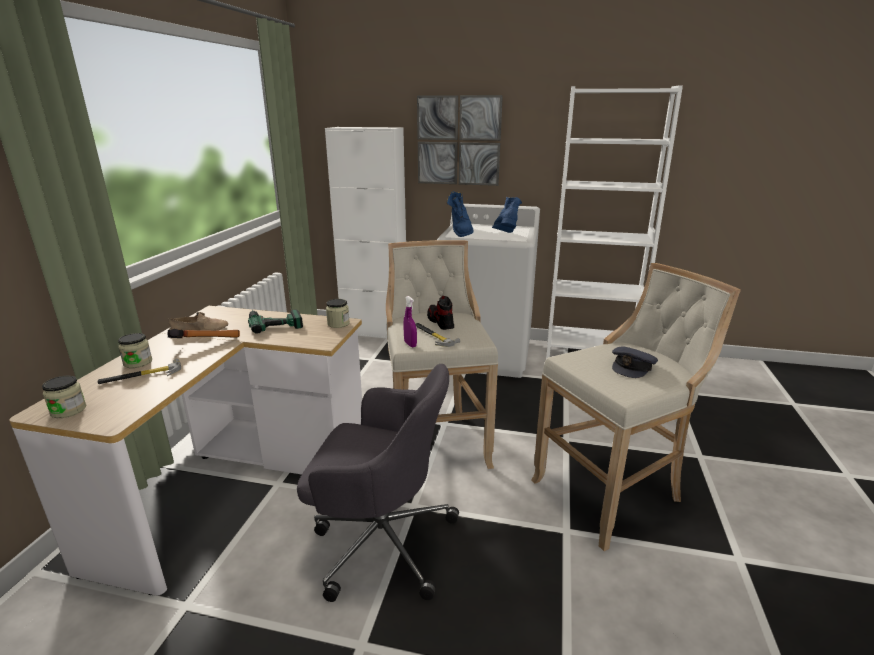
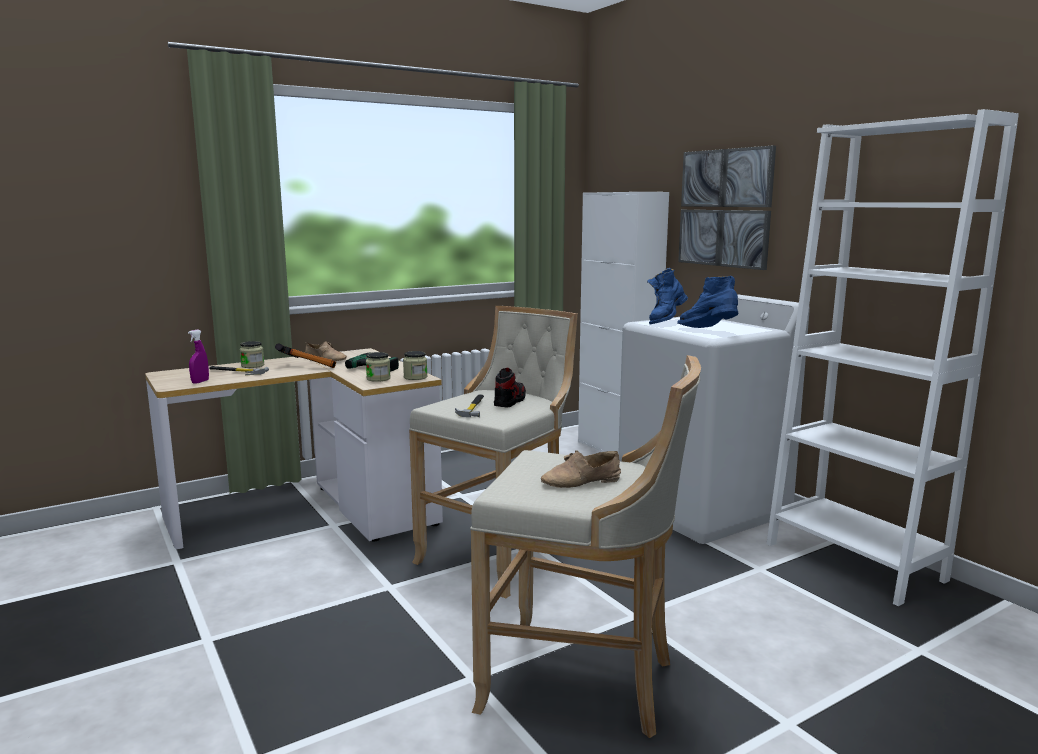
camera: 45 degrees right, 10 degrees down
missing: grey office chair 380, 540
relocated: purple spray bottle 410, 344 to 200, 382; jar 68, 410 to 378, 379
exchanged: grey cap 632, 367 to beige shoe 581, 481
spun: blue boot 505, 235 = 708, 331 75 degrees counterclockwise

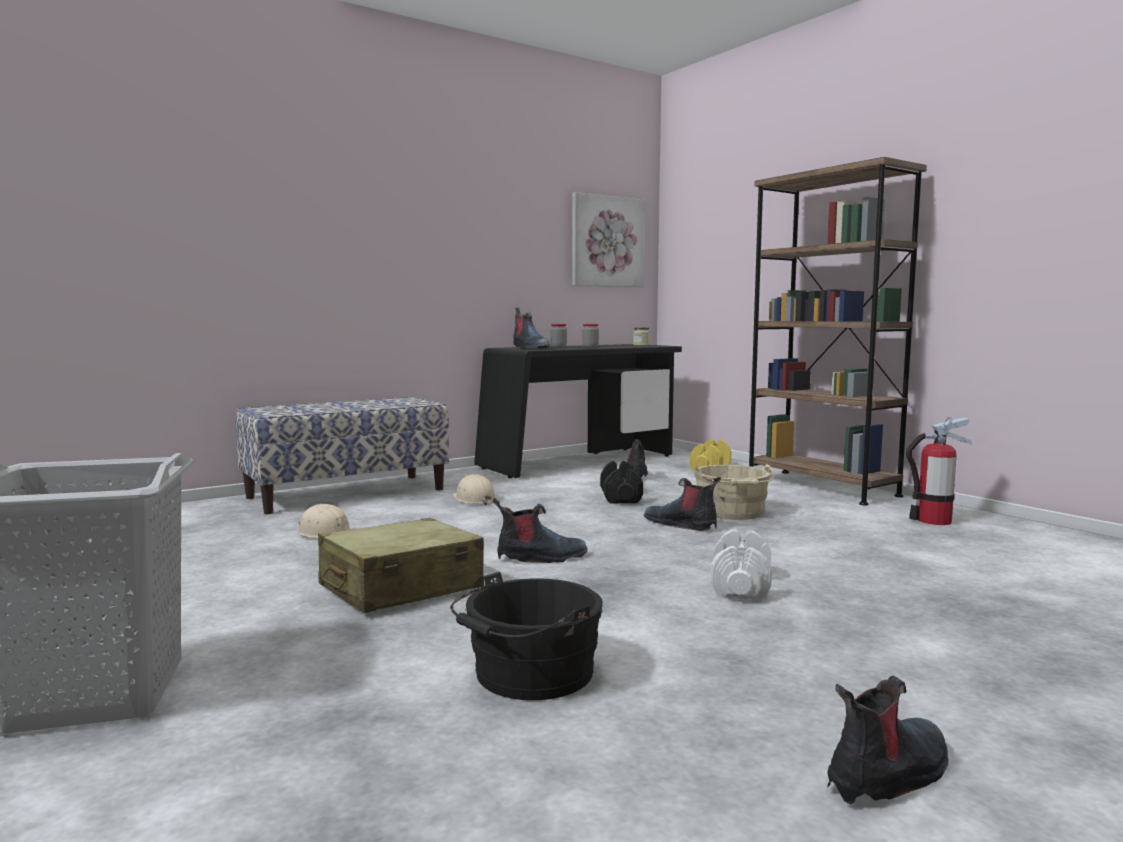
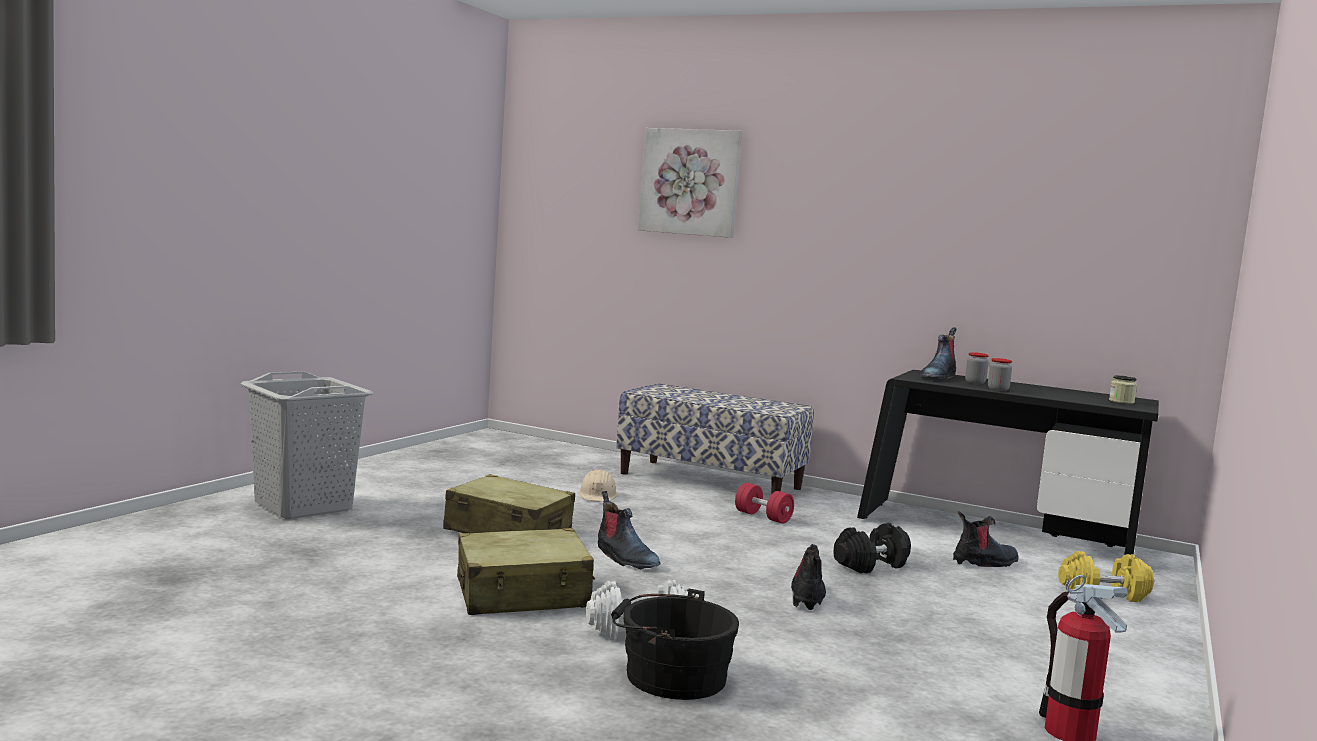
camera: 60 degrees right, 0 degrees up
missing: beige bucket 732, 512; brown bookcase 821, 487; boot 889, 775
appeared: beige suitcase 523, 594
relocated: black bucket 528, 674 to 669, 676; picture 607, 242 to 690, 182
exchanged: beige hard hat 474, 499 to red dumbbell 763, 517

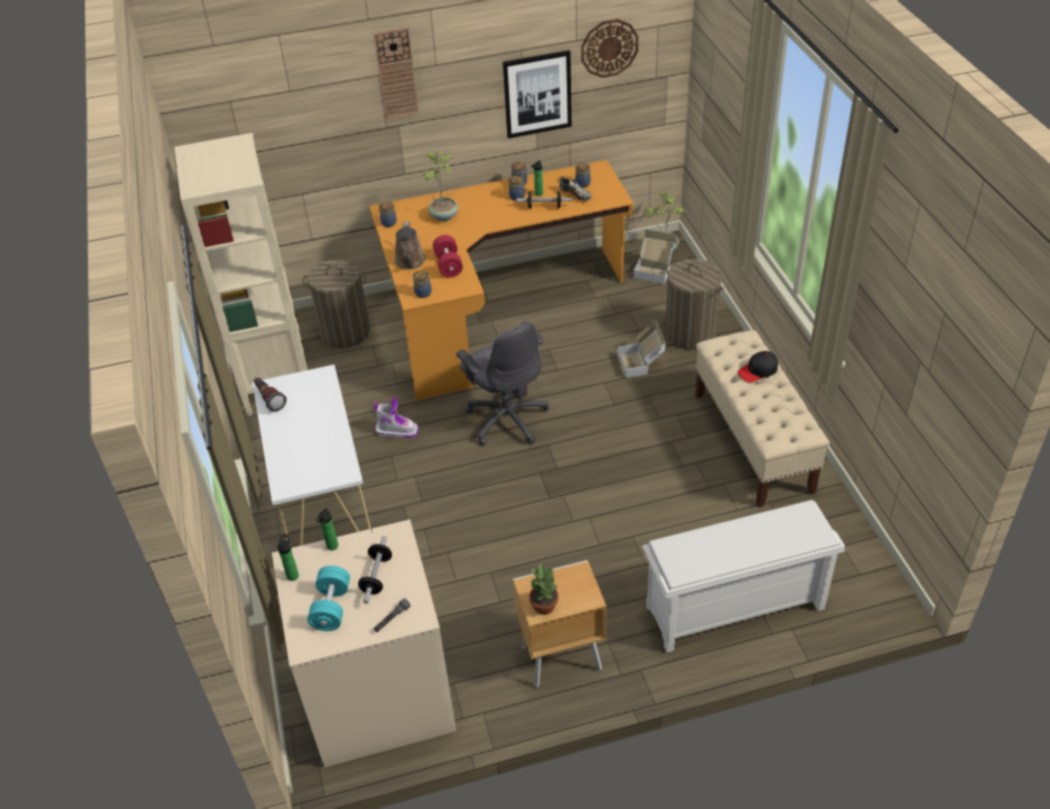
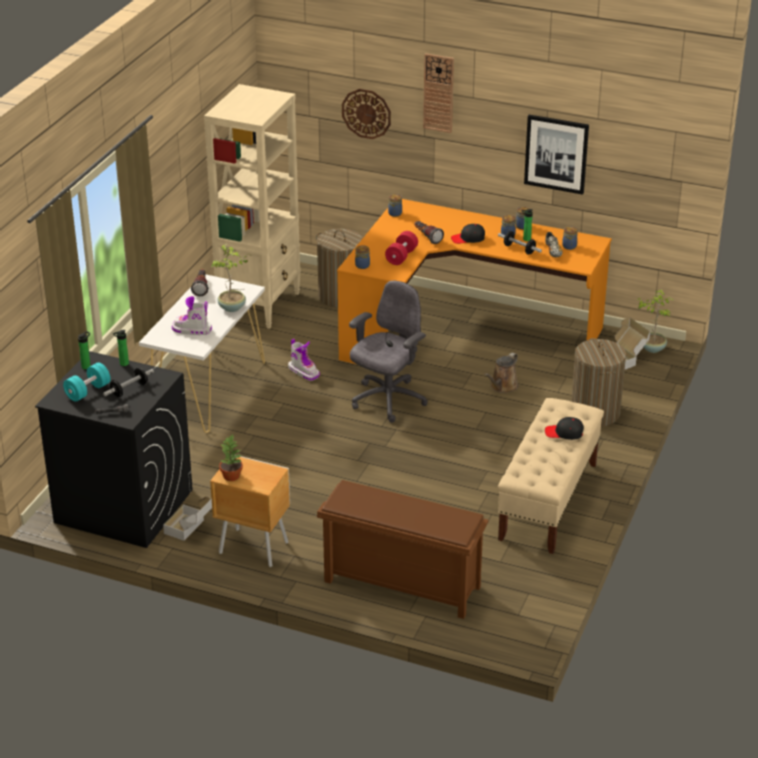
camera: 35 degrees right, 10 degrees down
appeared: boot 192, 330; flashlight 426, 237; black cap 468, 239
relocated: cardboard box 641, 363 to 192, 530; potted plant 445, 216 to 232, 308; wall clock 609, 48 to 366, 113; brown watering can 410, 262 to 502, 387
colour: beige washing machine 378, 696 to black washing machine 123, 506; white shoe rack 733, 609 to brown shoe rack 400, 584
spun: grey office chair 507, 418 = 387, 400 150 degrees counterclockwise

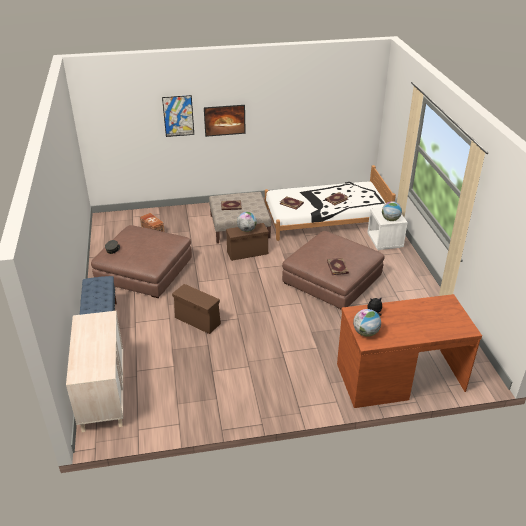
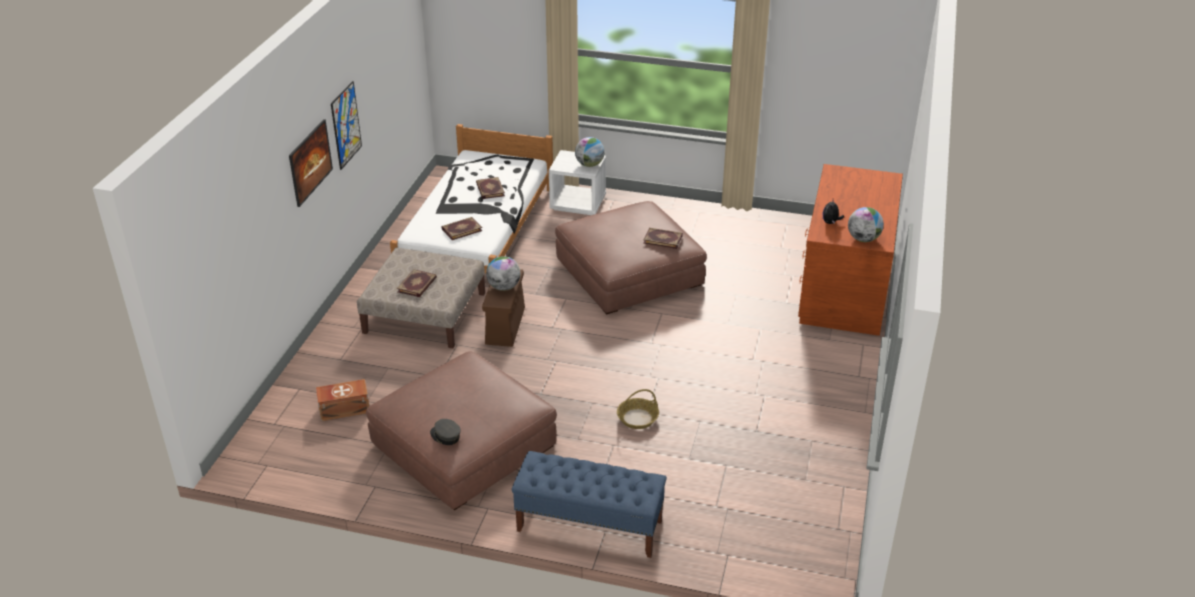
camera: 65 degrees left, 0 degrees up
missing: beige dresser 103, 393
relocated: picture 178, 116 to 346, 125
exchanged: brown storage box 197, 320 to basket 637, 418

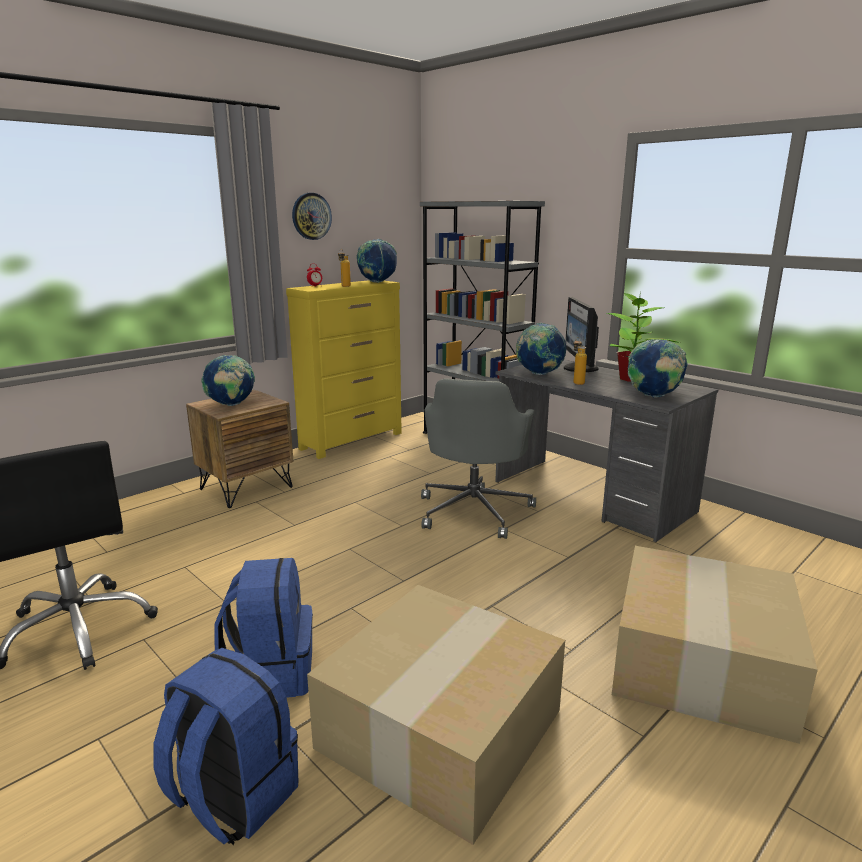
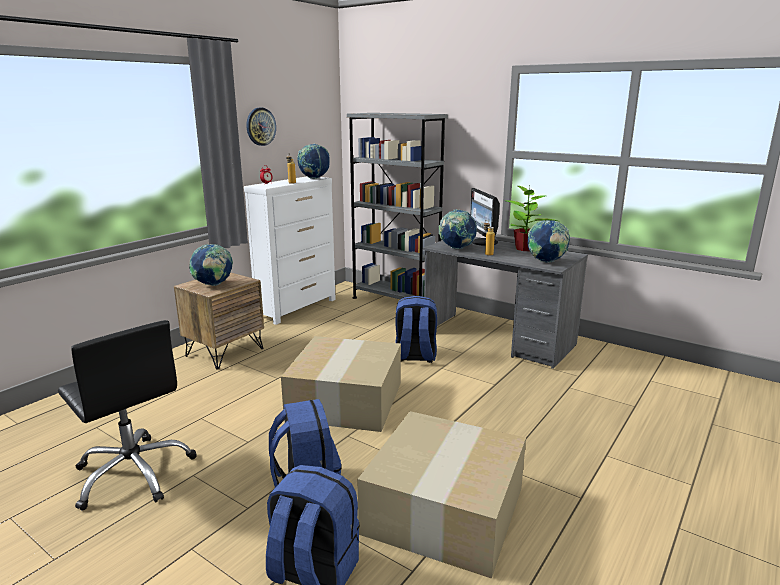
camera: 10 degrees left, 0 degrees up
relocated: cardboard box 698, 661 to 344, 399
exchanged: grey office chair 474, 510 to blue backpack 415, 356
colour: yellow dresser 352, 441 to white dresser 298, 308

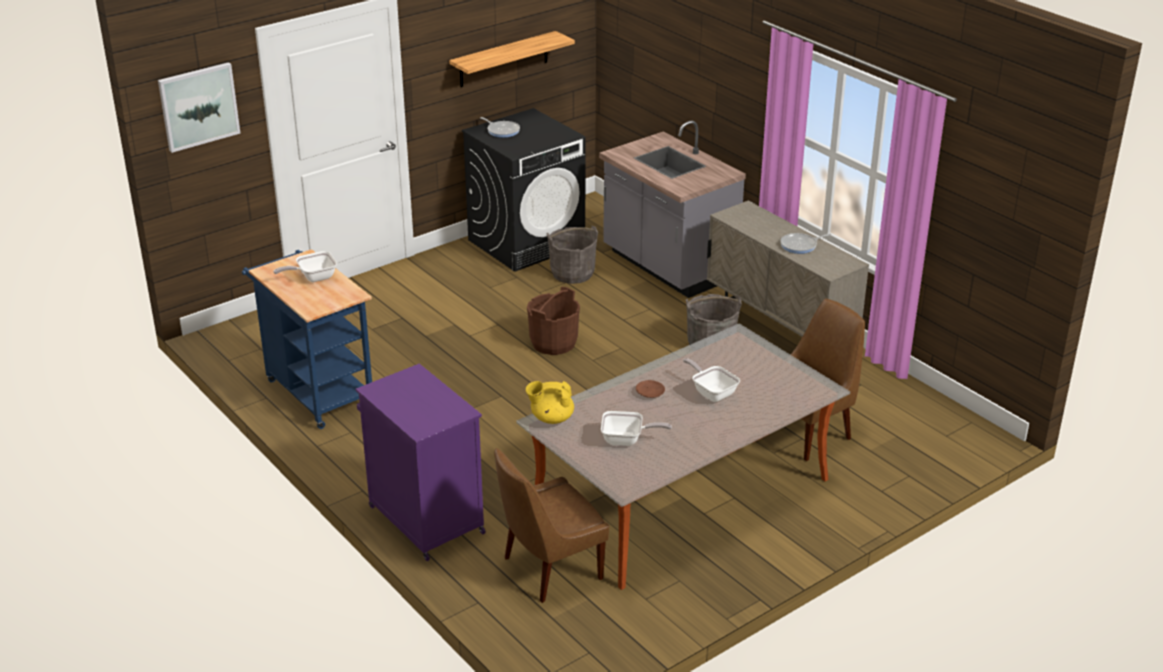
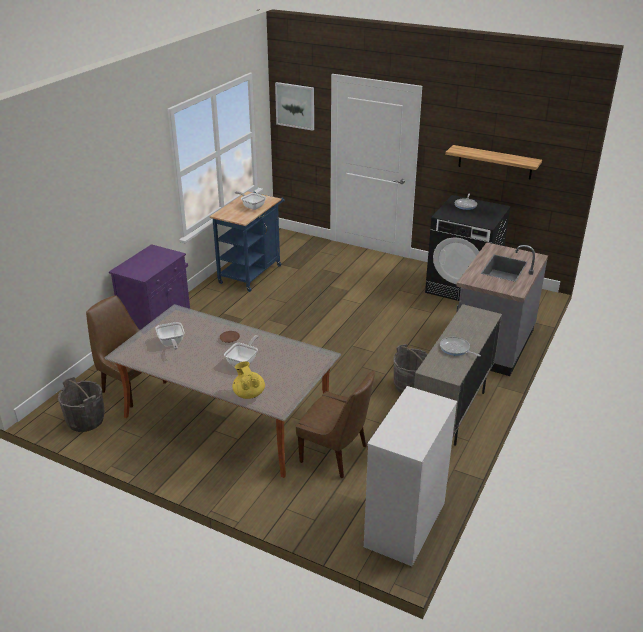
camera: 65 degrees right, 0 degrees up
missing: brown bucket 553, 343
appeared: white dresser 405, 525
relocated: grey bucket 572, 273 to 86, 420; yellow teapot 551, 418 to 249, 393

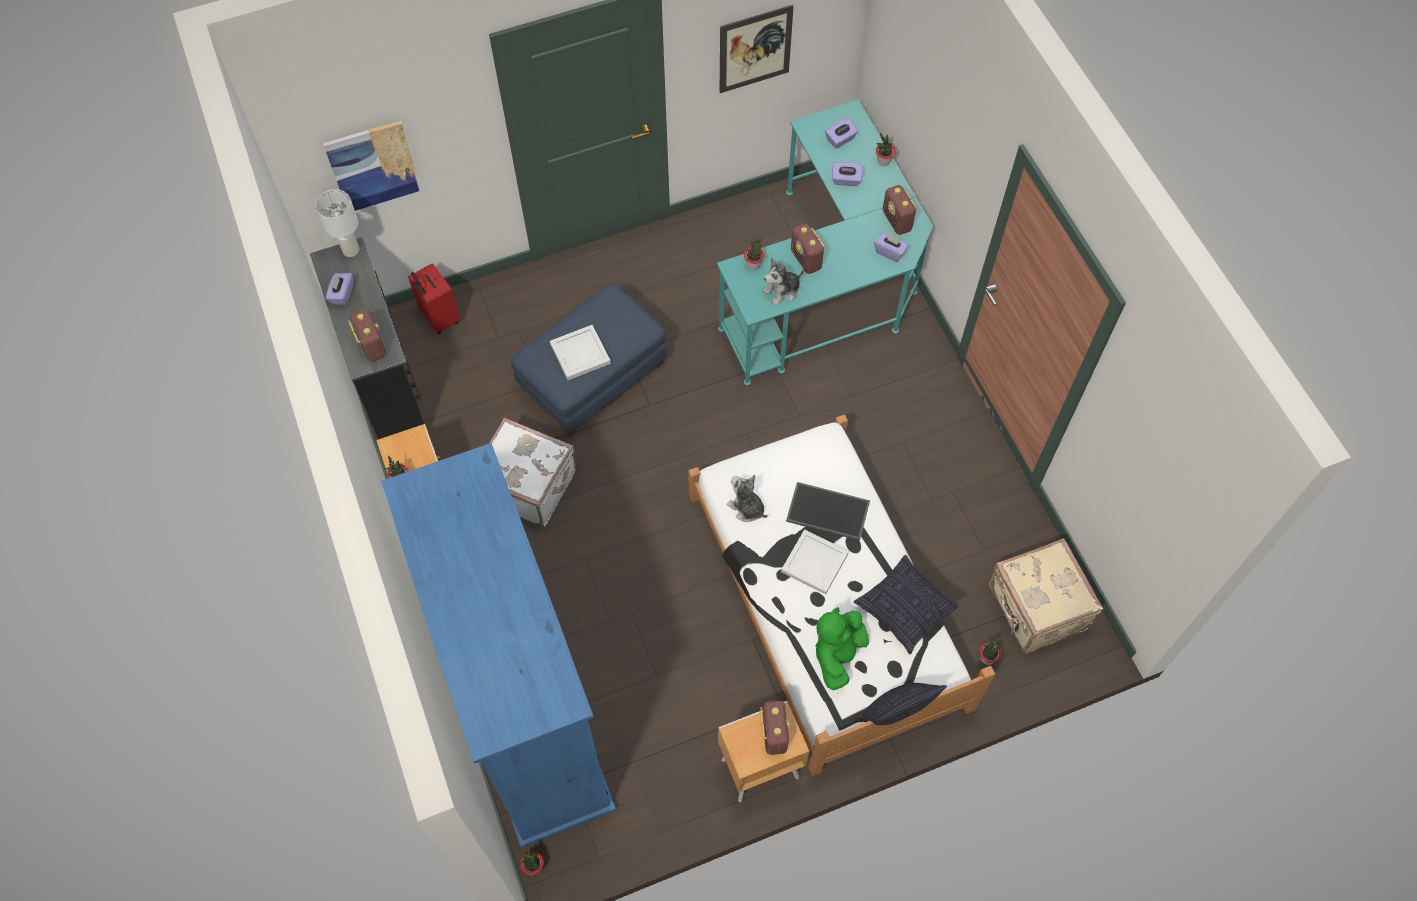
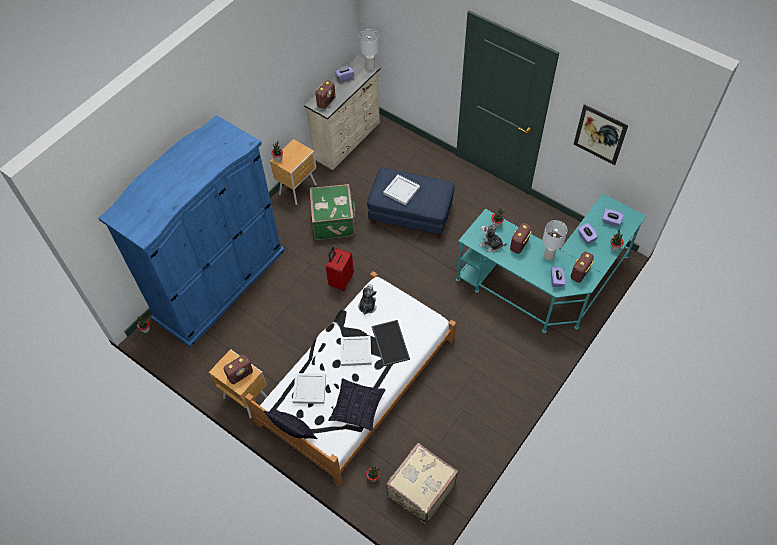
camera: 60 degrees right, 5 degrees down
missing: picture 373, 166
appeared: white table lamp 549, 256
relocated: red suitcase 439, 318 to 340, 280
exchanged: green plush toy 838, 654 to white tray 310, 388
colour: black dresser 388, 383 to beige dresser 348, 140; white suitcase 528, 484 to green suitcase 334, 221

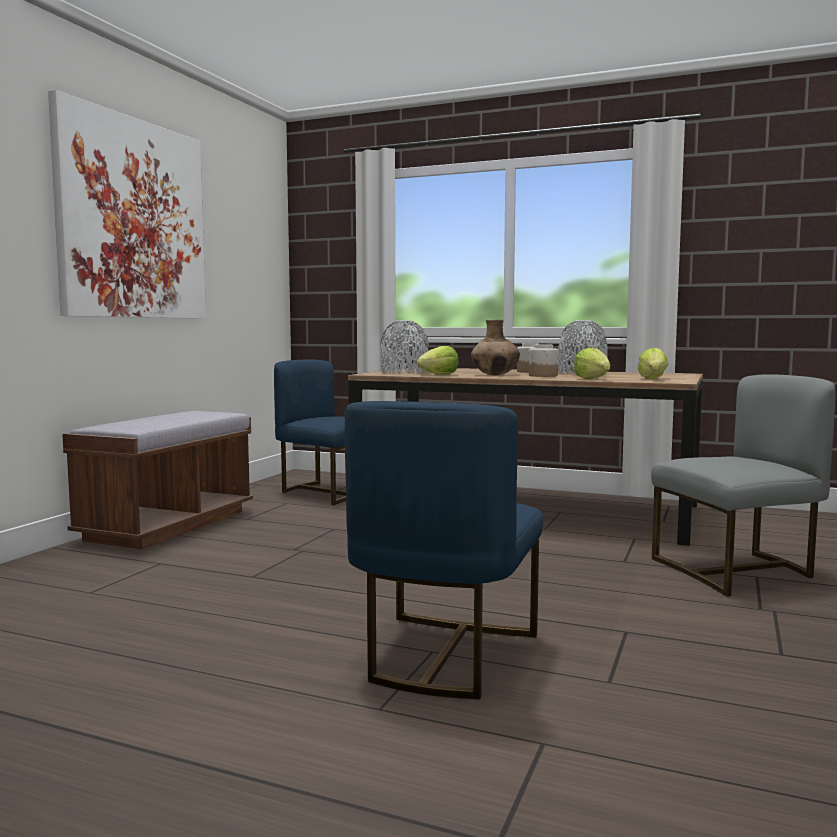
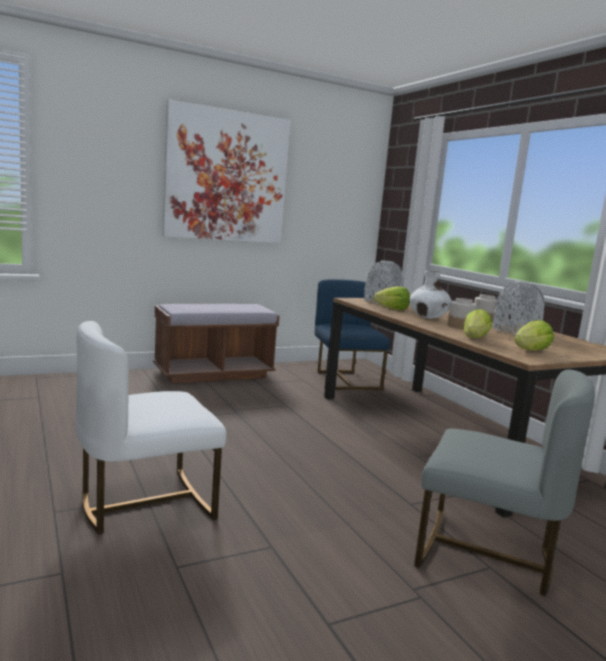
camera: 40 degrees right, 5 degrees up
colour: blue chair 445, 655 to white chair 145, 503; brown vase 495, 375 to white vase 428, 318

